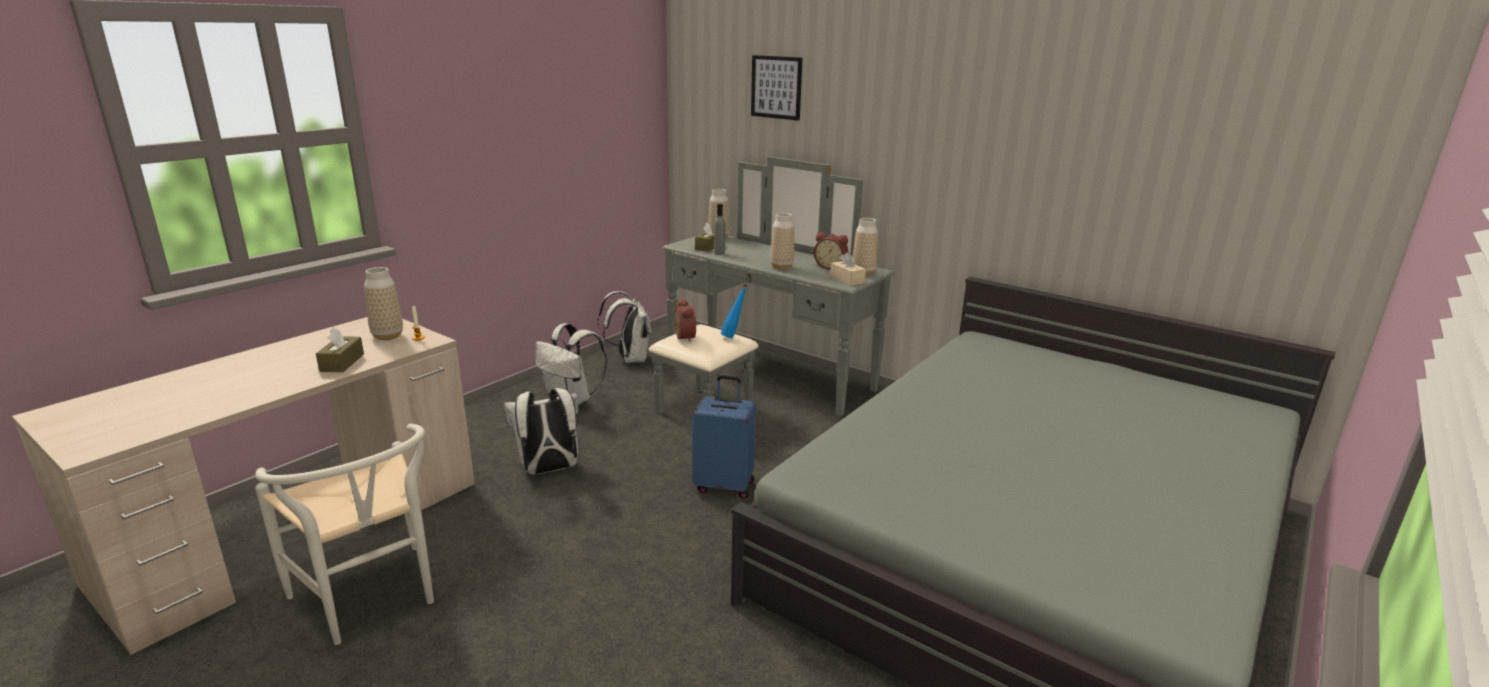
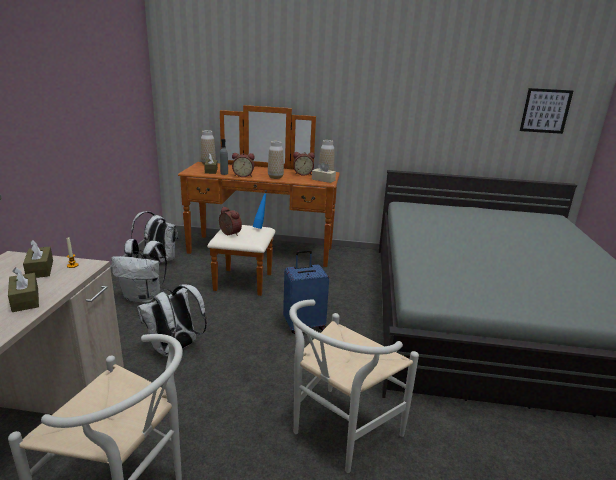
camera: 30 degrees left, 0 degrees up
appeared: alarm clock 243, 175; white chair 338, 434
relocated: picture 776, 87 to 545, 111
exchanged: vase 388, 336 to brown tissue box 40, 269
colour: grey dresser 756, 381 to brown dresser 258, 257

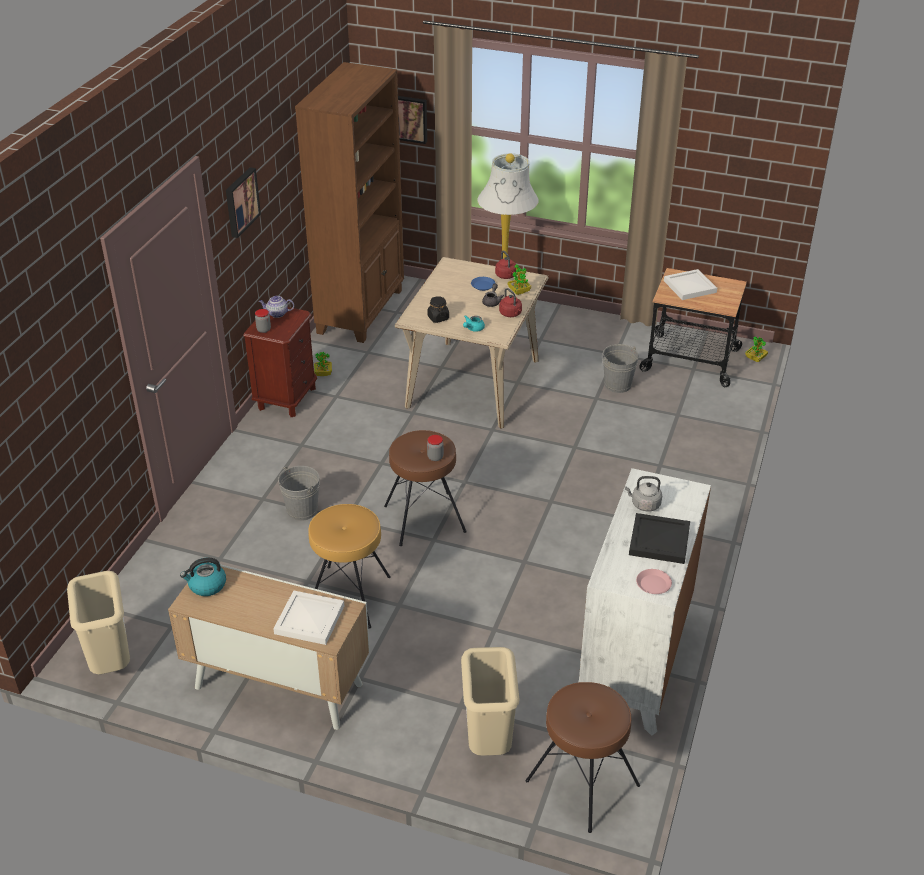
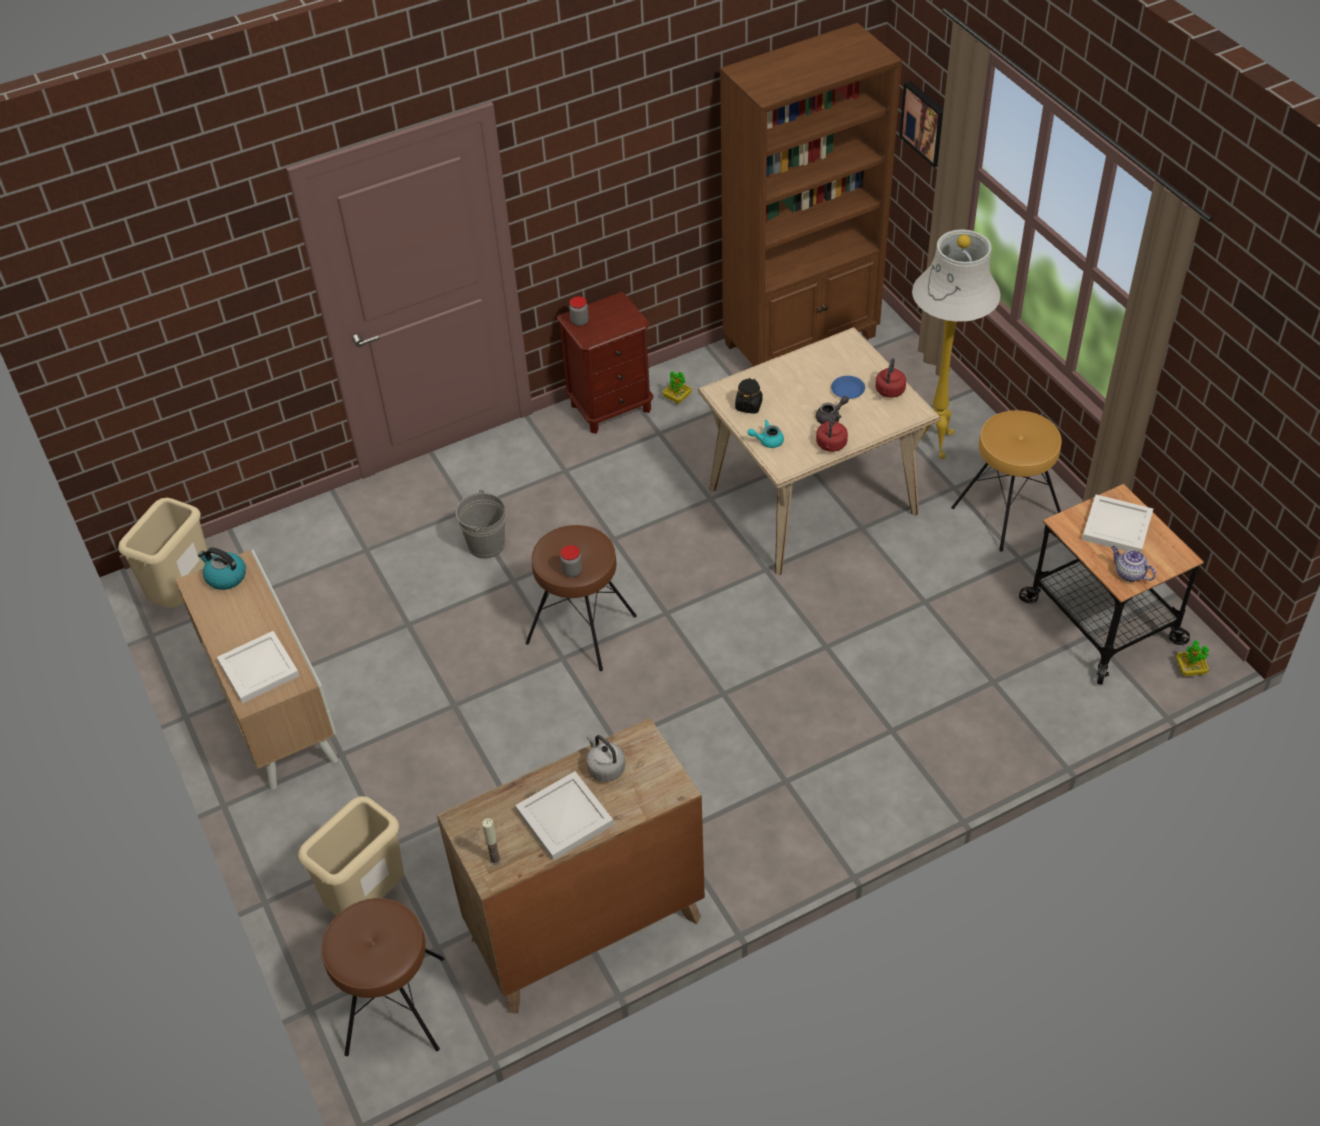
camera: 45 degrees right, 10 degrees up
missing: picture 240, 202; potted plant 519, 292; grey bucket 617, 385
relocated: brown stool 349, 596 to 1007, 512; teapot 277, 314 to 1129, 574
exchanged: pink plate 653, 584 to candle 495, 859
colour: white dresser 635, 662 to brown dresser 586, 929; black tray 658, 540 to white tray 565, 816

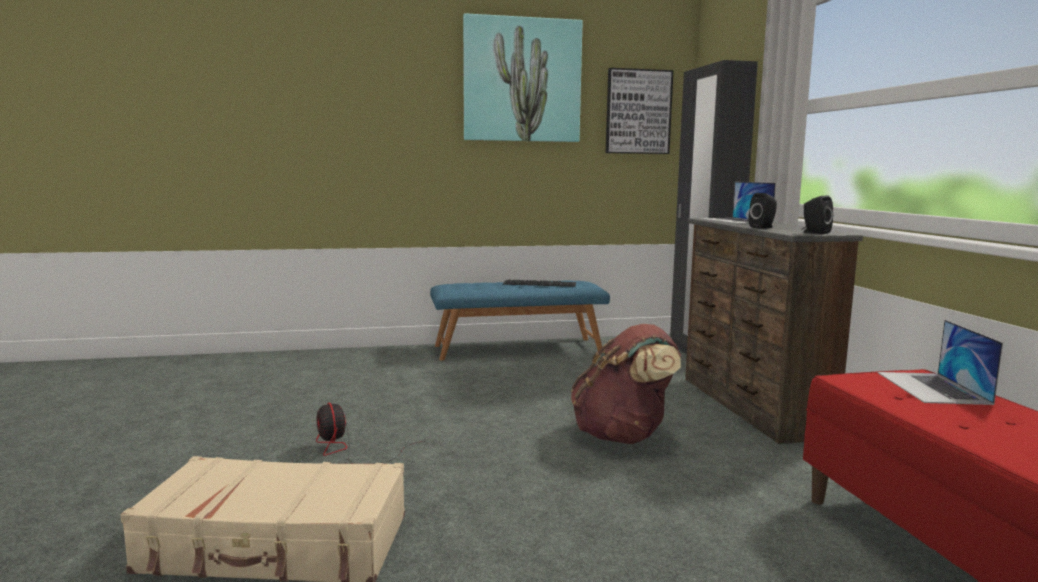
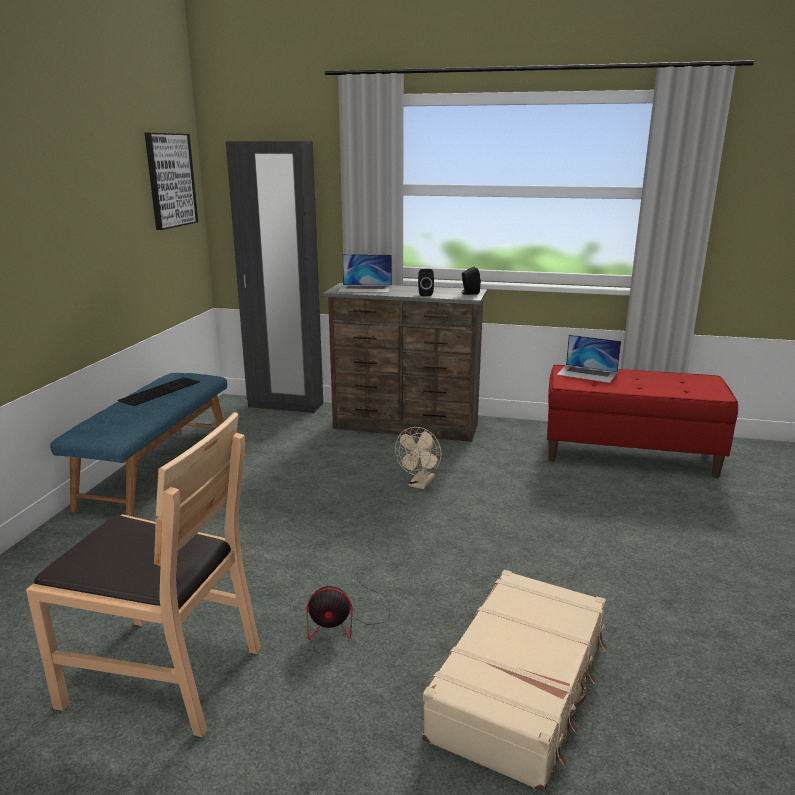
camera: 65 degrees left, 10 degrees up
missing: picture 522, 80
appeared: brown chair 163, 674
exchanged: brown backpack 623, 436 to beige fan 420, 484

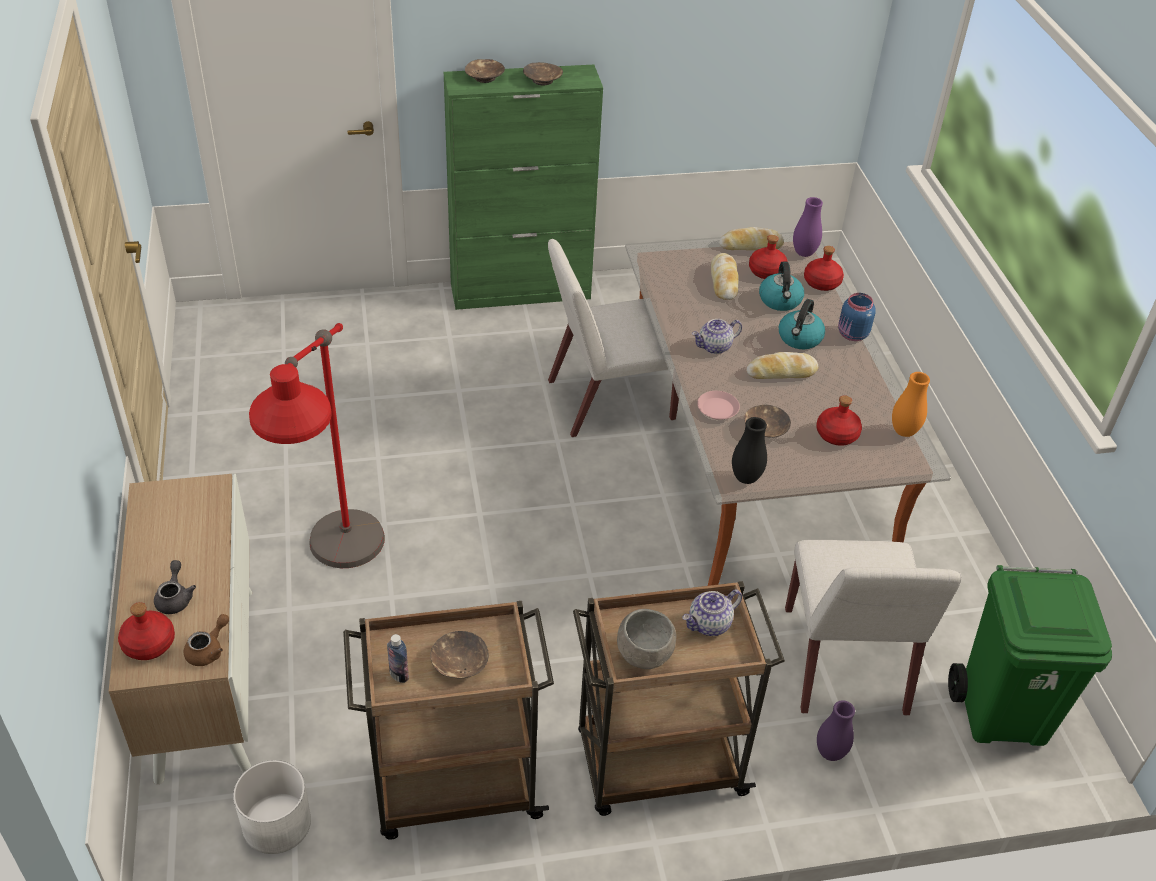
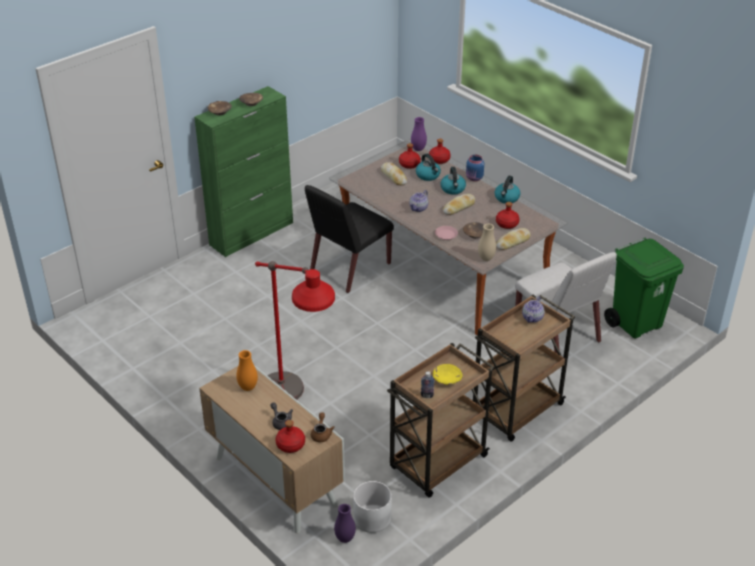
camera: 30 degrees left, 5 degrees down
missing: grey bowl 644, 654
appeared: kettle 506, 198
relocated: orange vase 904, 431 to 248, 387; purple vase 830, 753 to 345, 538; bread 750, 246 to 513, 242
colour: white chair 609, 400 to black chair 349, 268; brown bowl 459, 663 to yellow bowl 447, 379; black vase 746, 478 to beige vase 486, 258

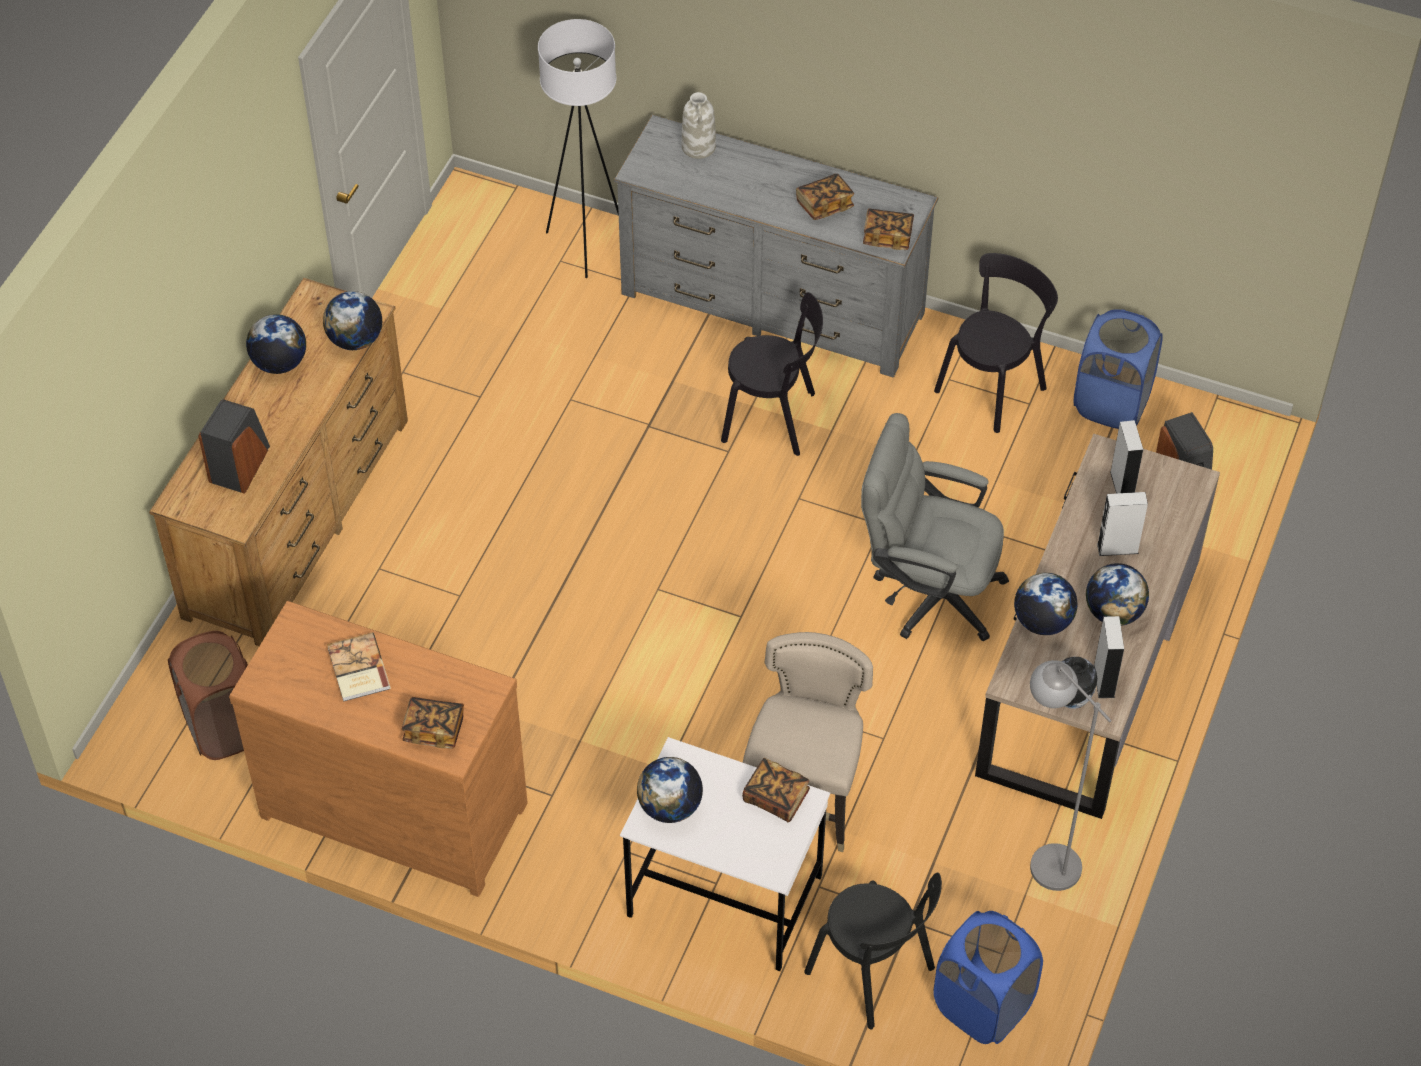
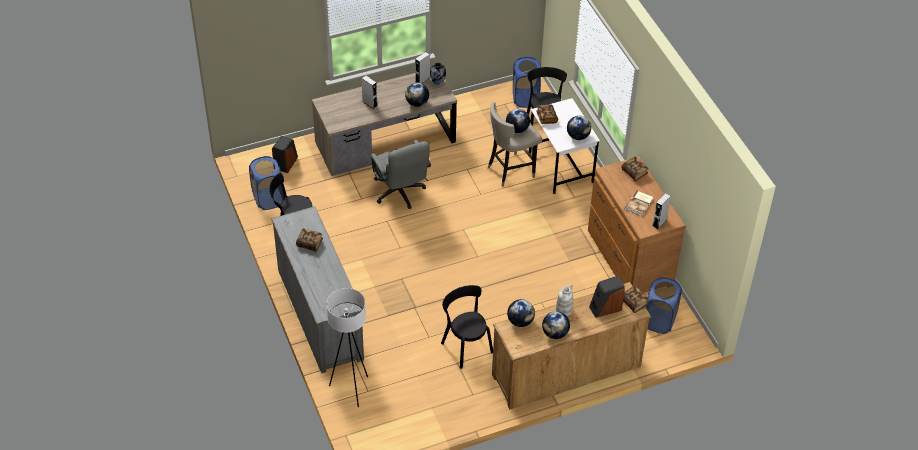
camera: 135 degrees left, 5 degrees down
missing: grey floor lamp 1043, 855
relocated: black chair 773, 418 to 465, 346; globe 1114, 612 to 517, 129; white vase 699, 147 to 564, 310; book 887, 237 to 633, 303; grey speaker 1121, 485 to 659, 222
colour: brown laundry basket 223, 727 to blue laundry basket 659, 321

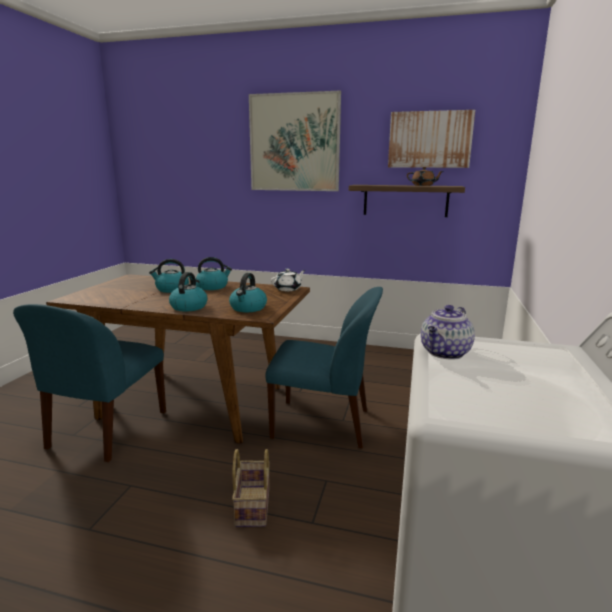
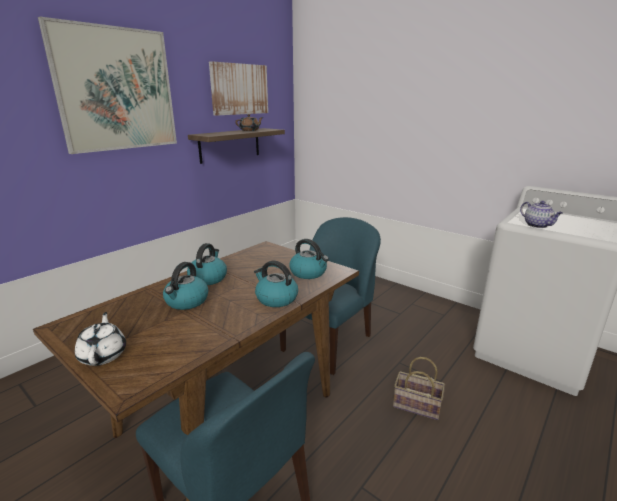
camera: 65 degrees left, 5 degrees up
relocated: white teapot 288, 289 to 103, 354

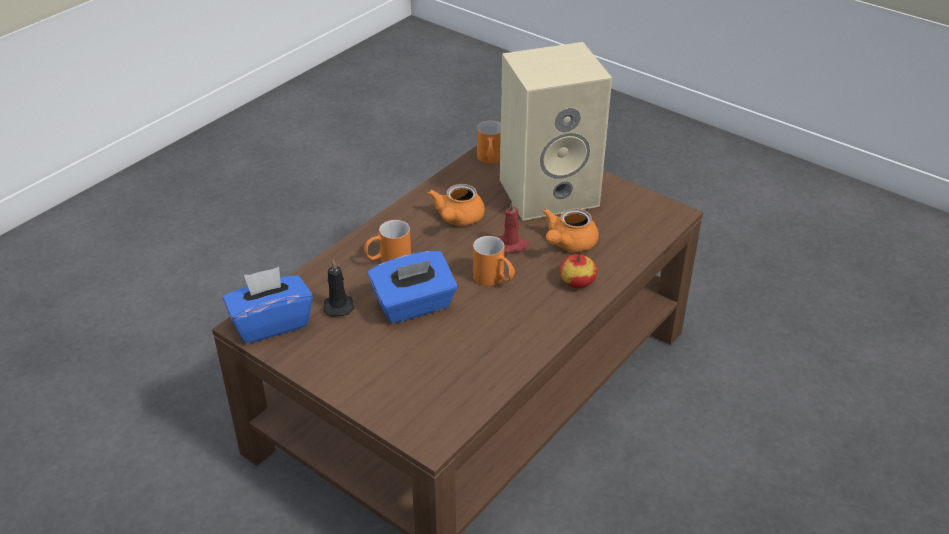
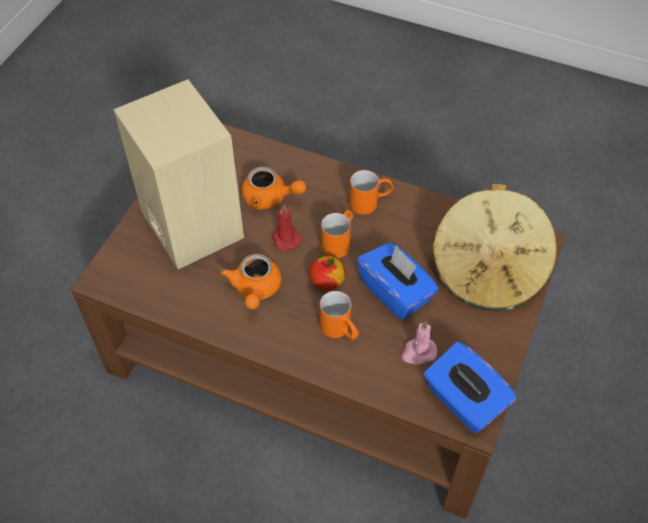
camera: 105 degrees left, 15 degrees up
appeared: beige hat 488, 271
relocated: apple 577, 281 to 327, 280; orange mug 490, 160 to 370, 202
colour: black candle 338, 306 to pink candle 418, 352
spun: orange teapot 457, 219 = 255, 290 90 degrees clockwise

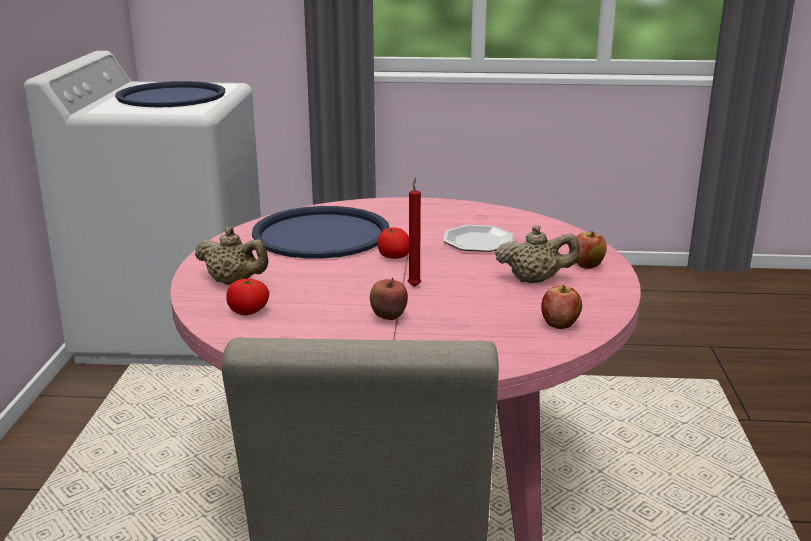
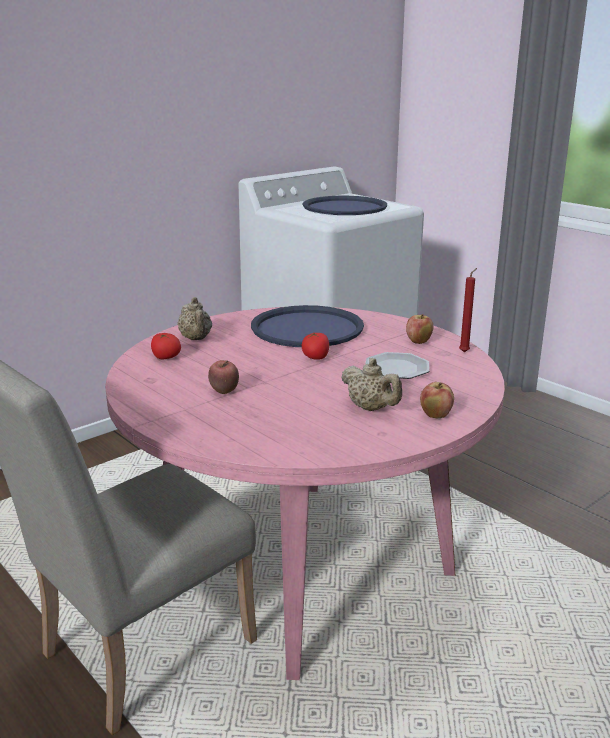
camera: 45 degrees right, 0 degrees up
relocated: apple 559, 325 to 418, 342; red candle 414, 285 to 465, 351

